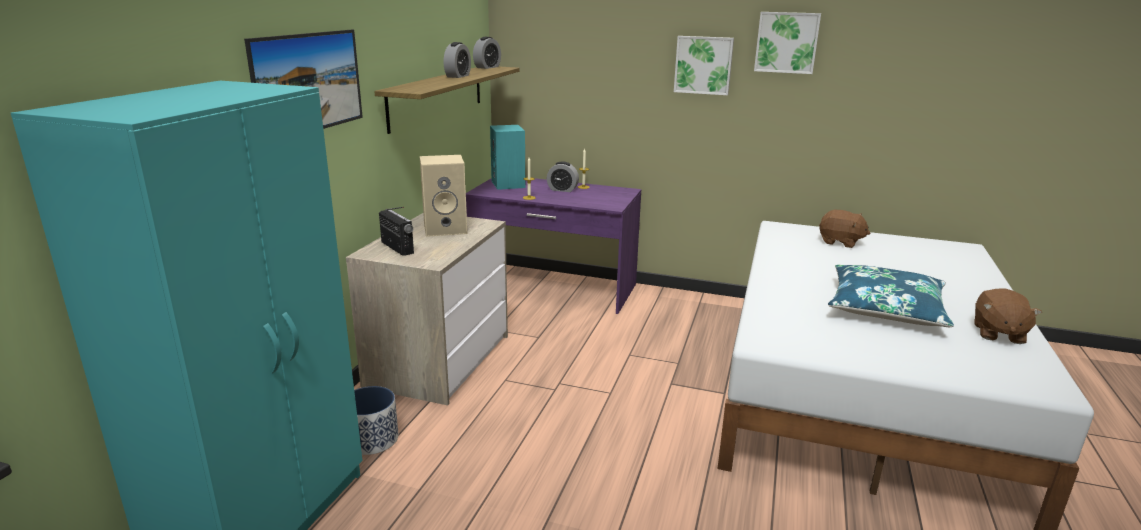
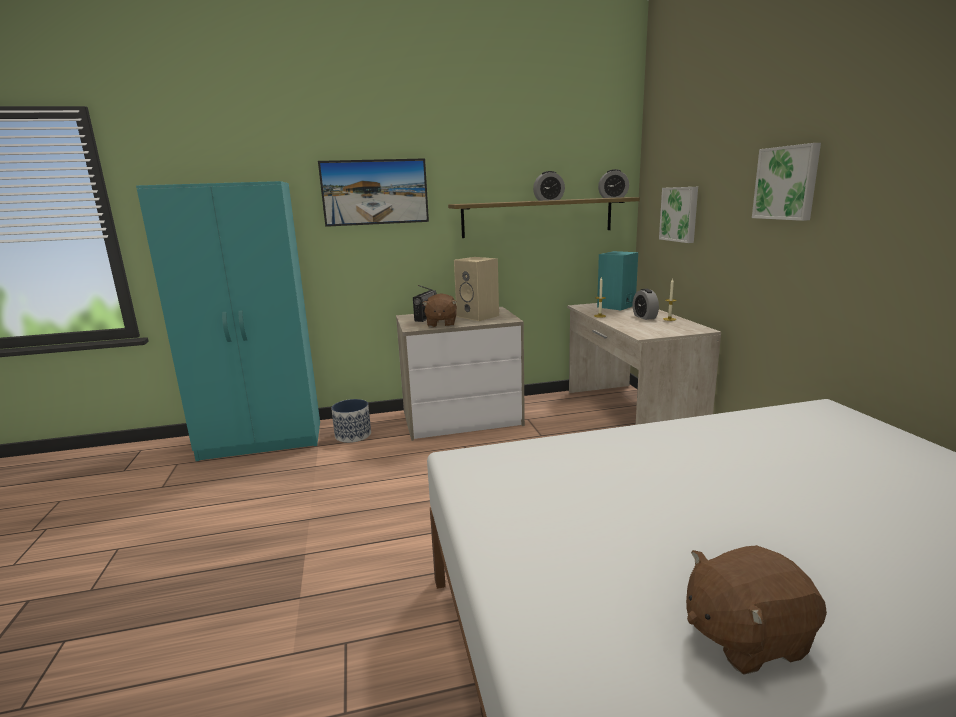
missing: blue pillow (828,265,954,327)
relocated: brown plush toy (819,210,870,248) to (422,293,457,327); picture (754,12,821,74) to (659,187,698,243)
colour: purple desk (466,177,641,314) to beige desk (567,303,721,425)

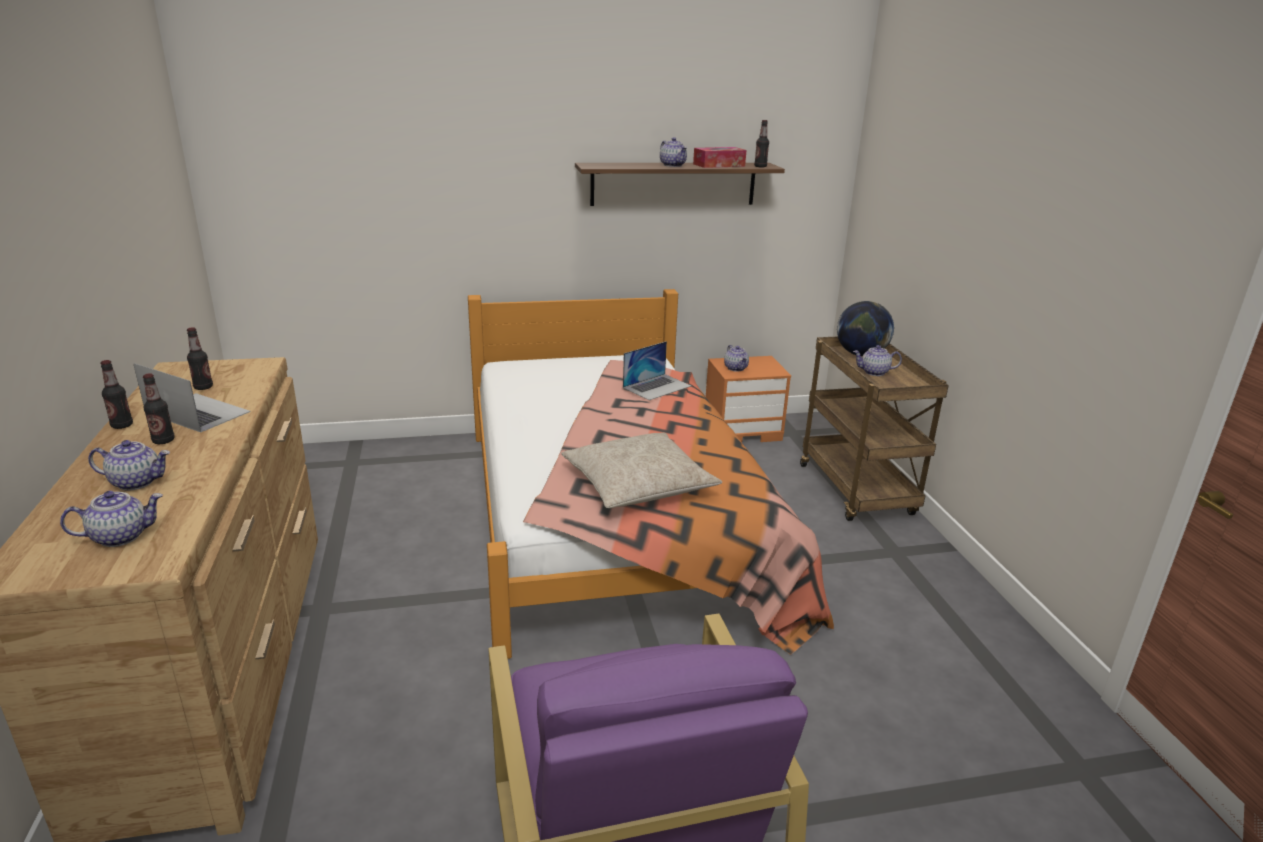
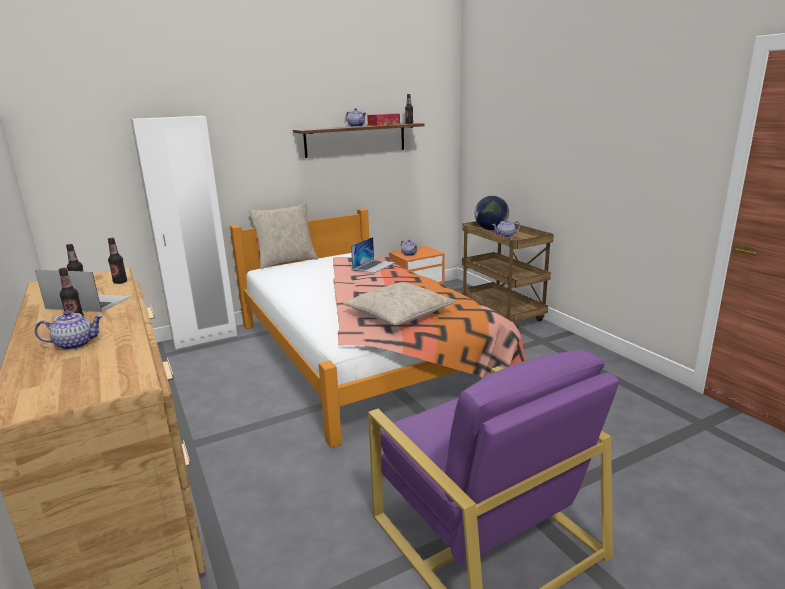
missing: teapot (60,491,163,547)
appeared: white wardrobe (131,116,237,349); beige pillow (249,203,318,269)
relocated: bottle (100,360,133,429) to (108,238,127,284)

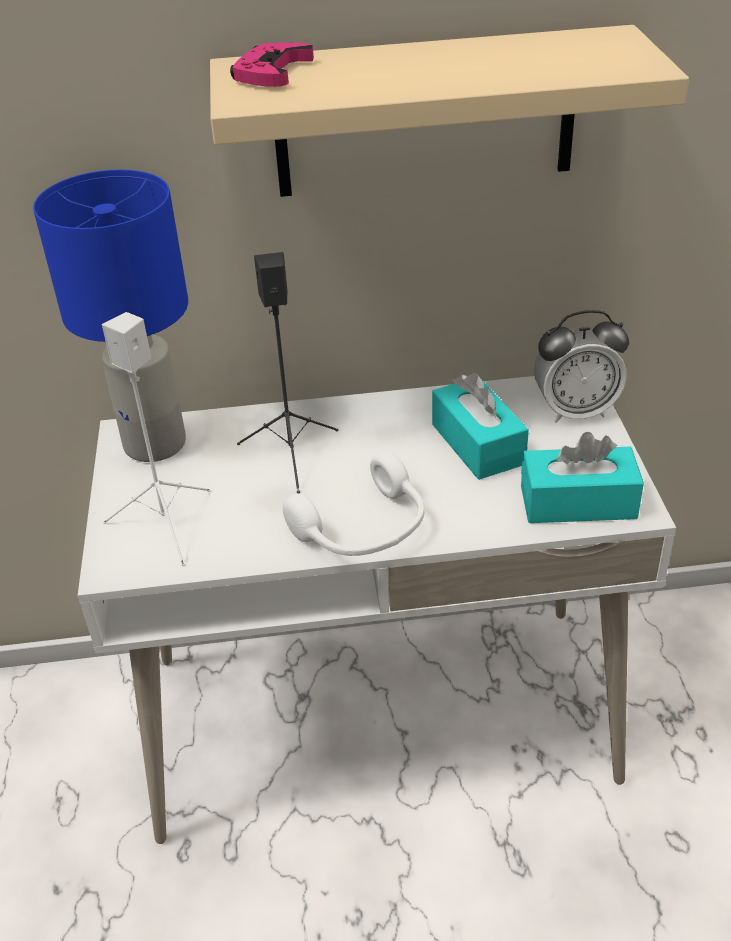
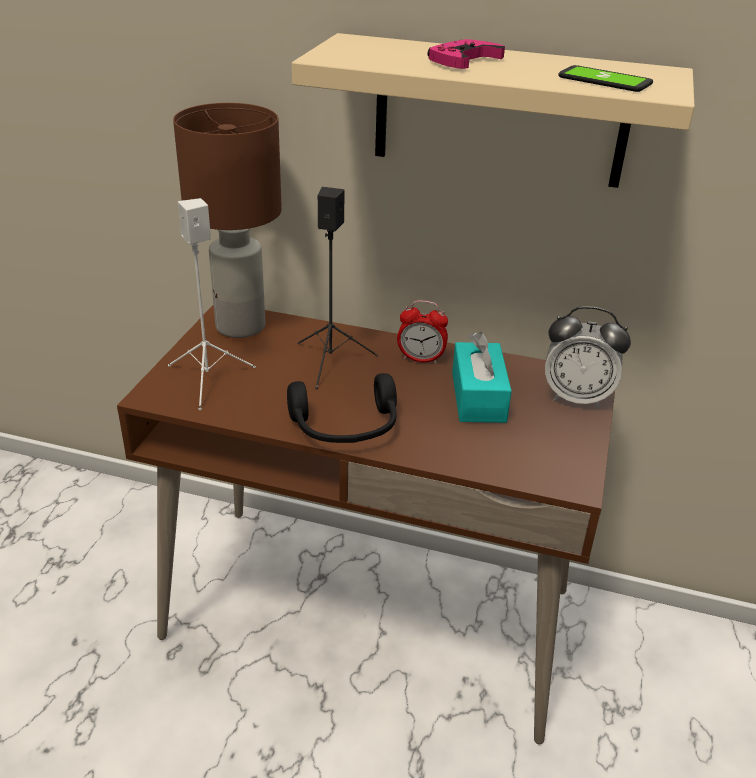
missing: turquoise tissue box (521,432,644,523)
appeared: alarm clock (397,300,448,364); phone (558,65,653,92)
relocated: pink game controller (230,42,314,87) to (427,39,505,69)
colour: white desk (78,376,676,844) to brown desk (117,305,615,745); blue table lamp (33,169,188,462) to brown table lamp (173,103,282,338); white headphones (283,452,425,556) to black headphones (287,373,397,443)

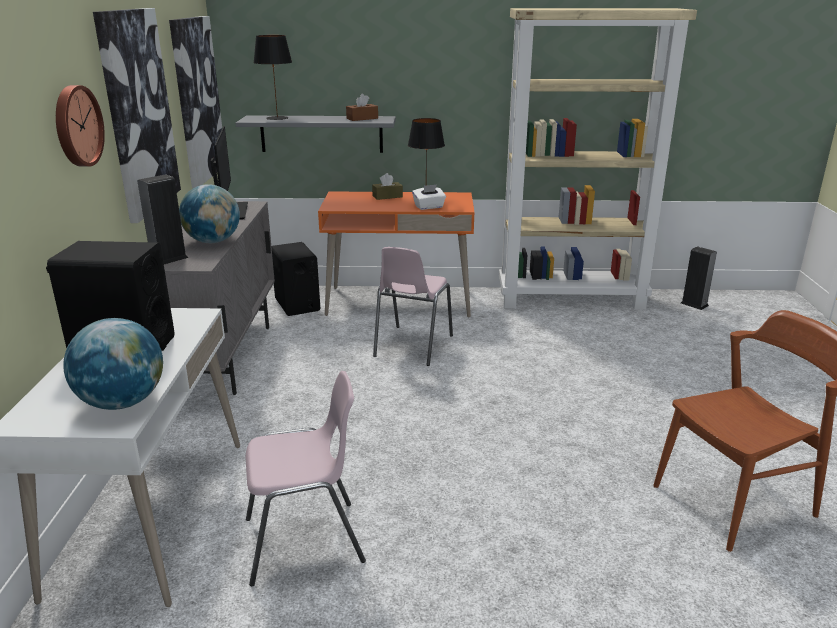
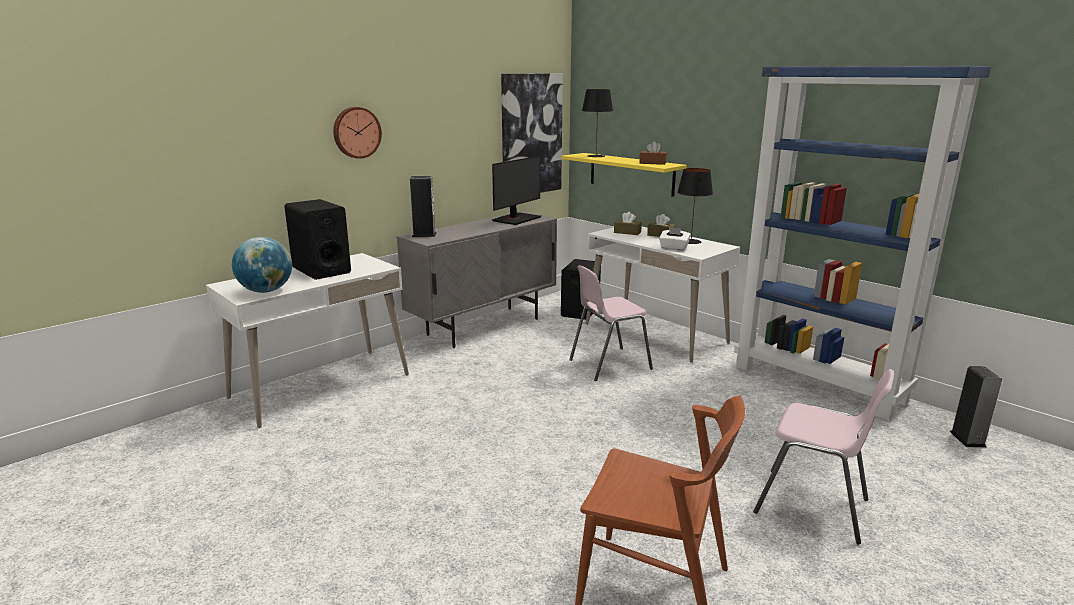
missing: picture (93,8,181,223); globe (179,184,240,243)
appeared: brown tissue box (614,212,642,235)
relocated: pink chair (246,371,366,586) to (753,369,894,545)
colour: grey shelf (236,116,396,153) to yellow shelf (561,153,687,197); orange desk (318,191,475,317) to white desk (585,227,740,363); beige bookcase (499,8,697,310) to blue bookcase (734,66,991,421)

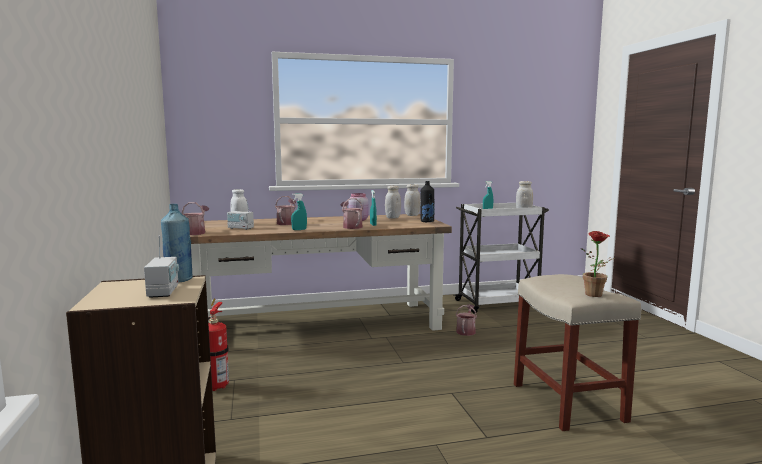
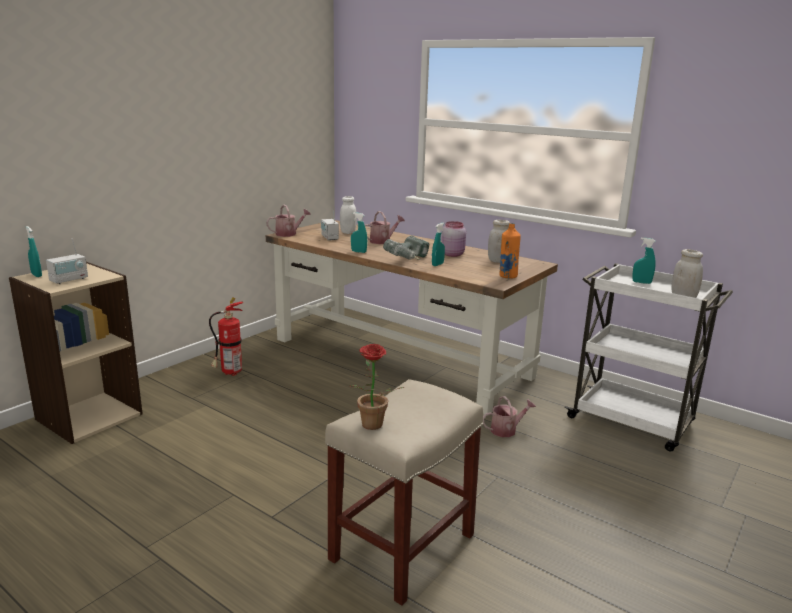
missing: blue bottle (161,204,193,282); white jar (404,184,421,216)
appeared: turquoise spray bottle (26,226,42,277)
exchanged: watering can (340,198,363,229) to power drill (383,236,432,260)
colour: black bottle (421,181,434,222) to orange bottle (499,223,521,279)

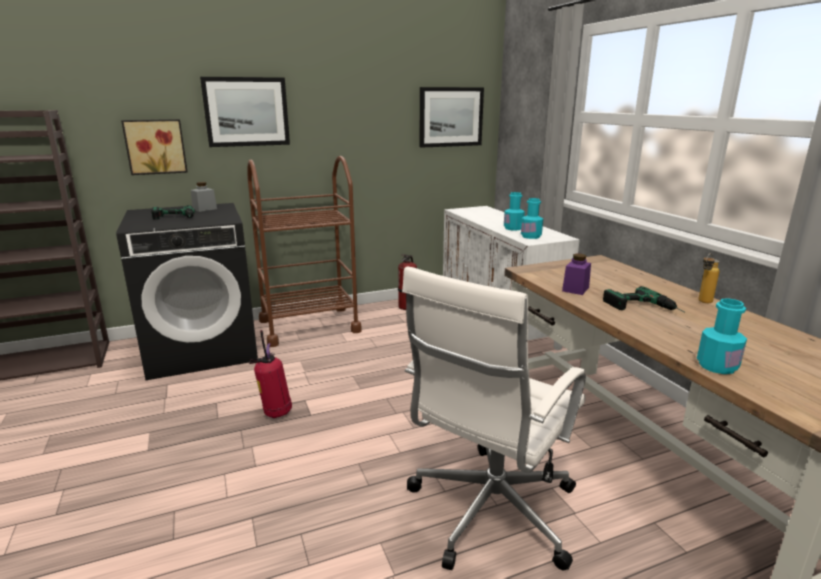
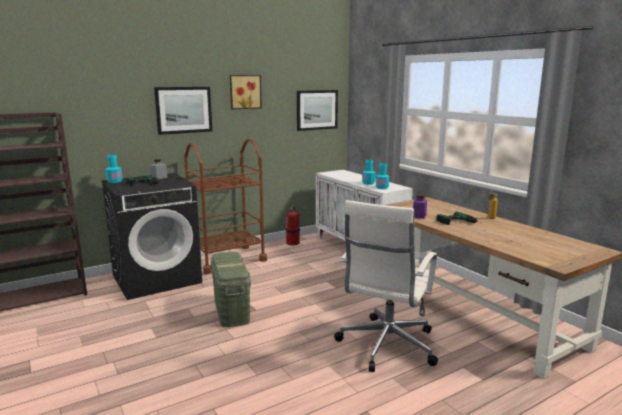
relocated: turquoise bottle (697,298,747,374) to (105,154,123,183); picture (121,119,188,175) to (230,75,262,109)
exchanged: fire extinguisher (249,330,292,418) to green storage box (211,251,251,327)

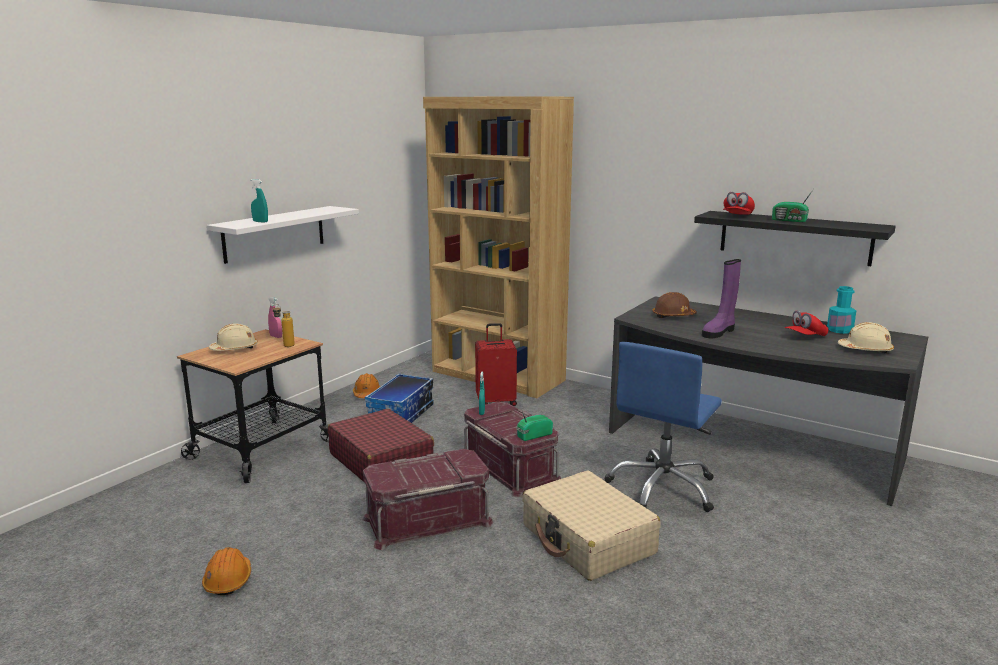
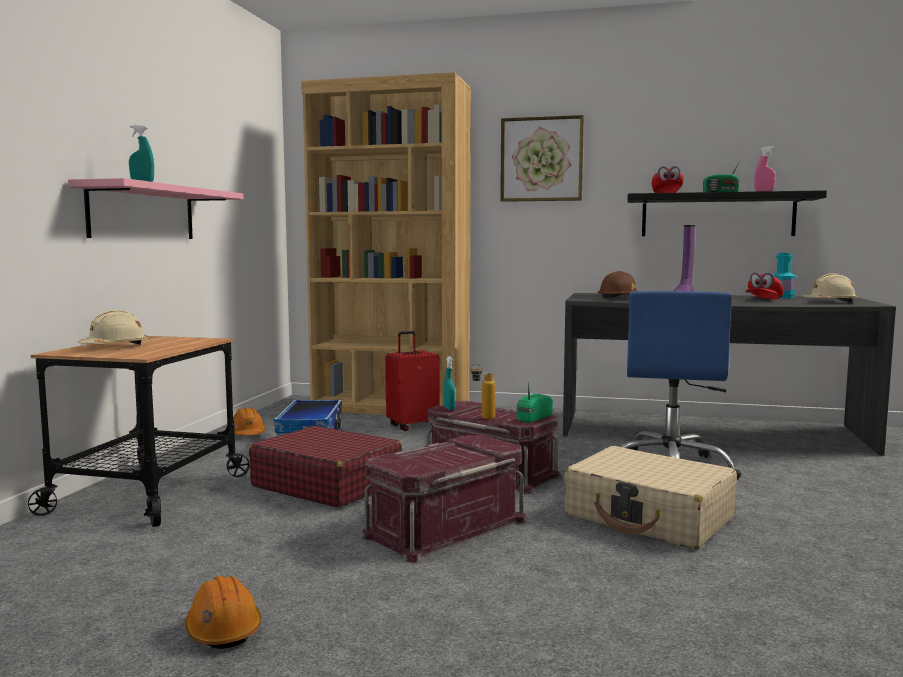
appeared: picture (500,115,584,202)
relocated: bottle (272,304,295,347) to (471,364,496,419); pink spray bottle (268,297,282,338) to (754,146,776,191)
colour: white shelf (206,206,359,264) to pink shelf (68,178,243,239)

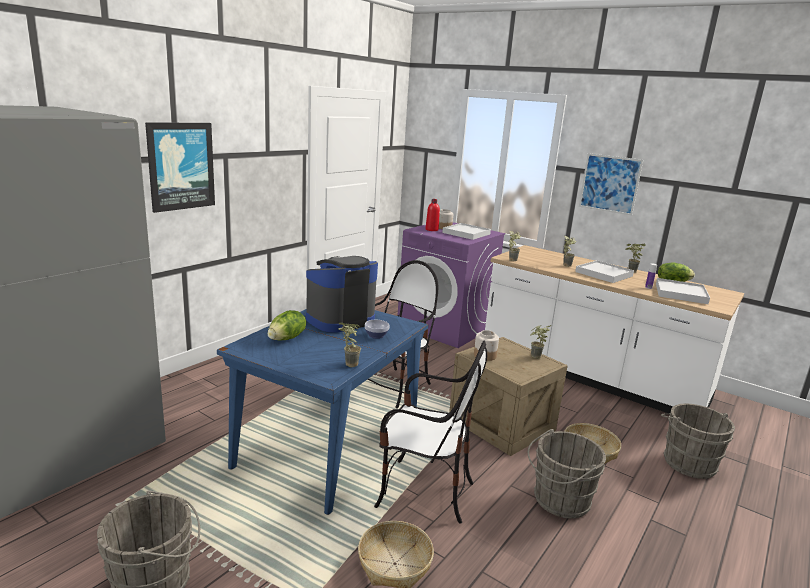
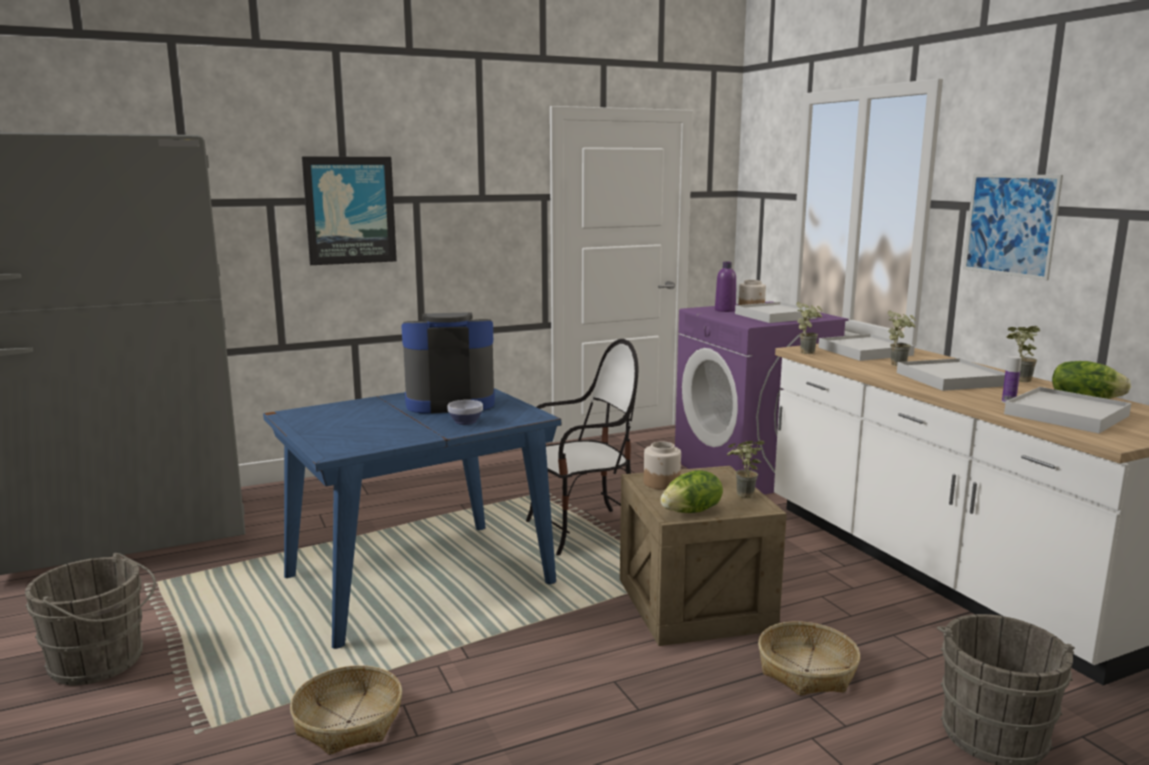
missing: potted plant (338,323,361,367); chair (374,341,487,524); grey bucket (528,429,606,518)
appeared: white tray (818,334,915,361)
relocated: lettuce (268,310,306,340) to (660,470,723,513)
colour: red bottle (425,199,440,231) to purple bottle (715,262,736,312)

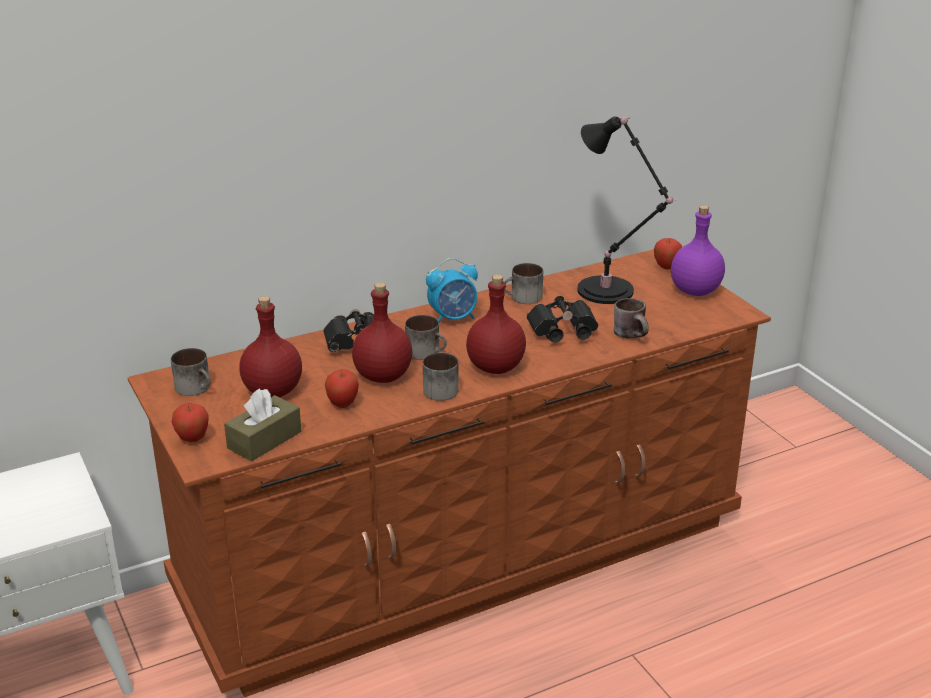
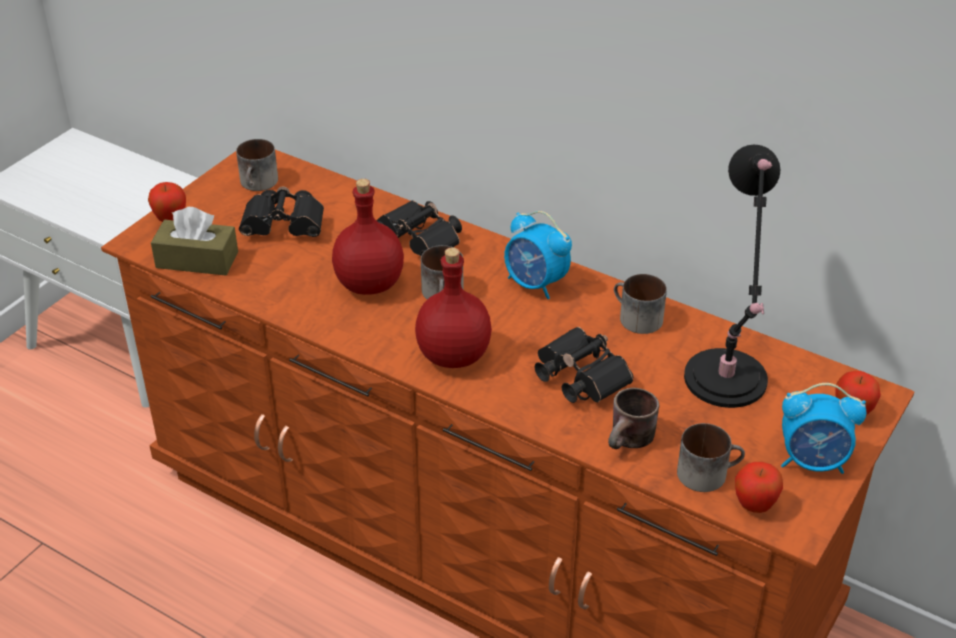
relocated: mug (423,353,459,401) to (677,423,745,492); apple (325,369,359,408) to (735,462,783,513)
exchanged: red bottle (240,296,302,397) to black binoculars (239,186,324,237); purple bottle (671,205,725,296) to alarm clock (781,383,866,474)

